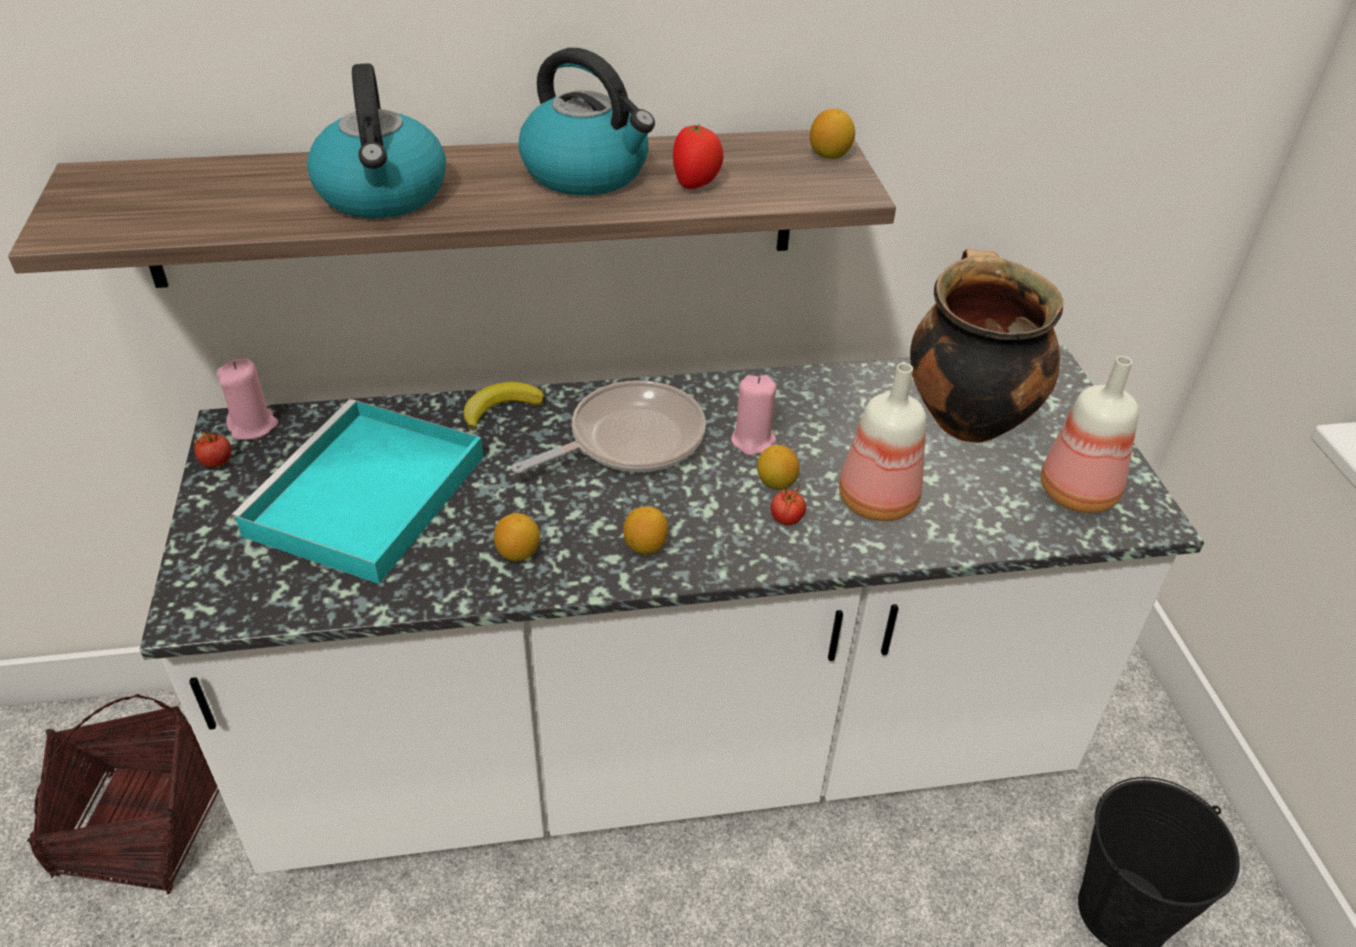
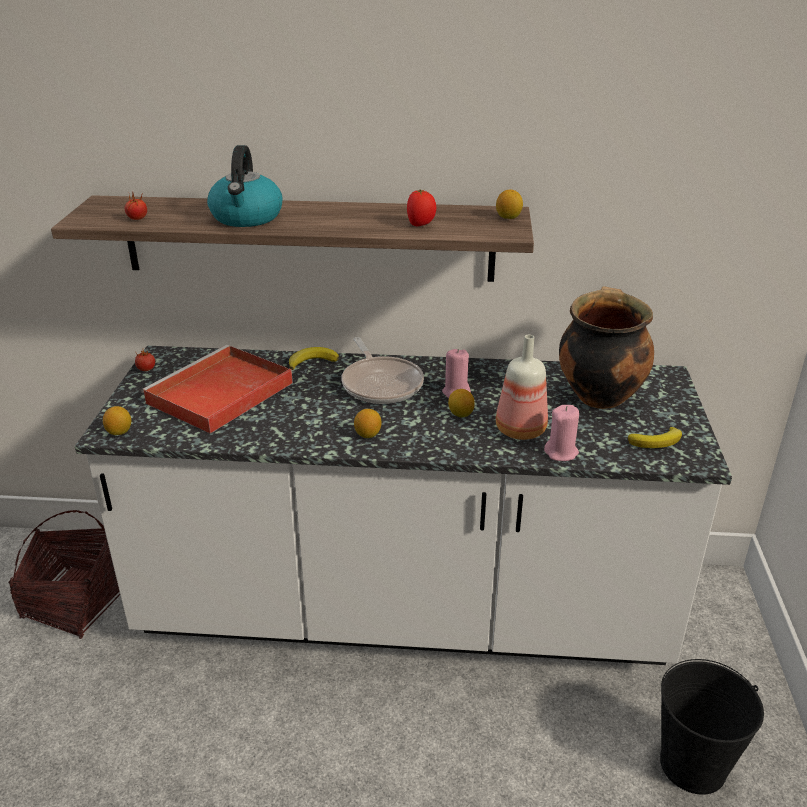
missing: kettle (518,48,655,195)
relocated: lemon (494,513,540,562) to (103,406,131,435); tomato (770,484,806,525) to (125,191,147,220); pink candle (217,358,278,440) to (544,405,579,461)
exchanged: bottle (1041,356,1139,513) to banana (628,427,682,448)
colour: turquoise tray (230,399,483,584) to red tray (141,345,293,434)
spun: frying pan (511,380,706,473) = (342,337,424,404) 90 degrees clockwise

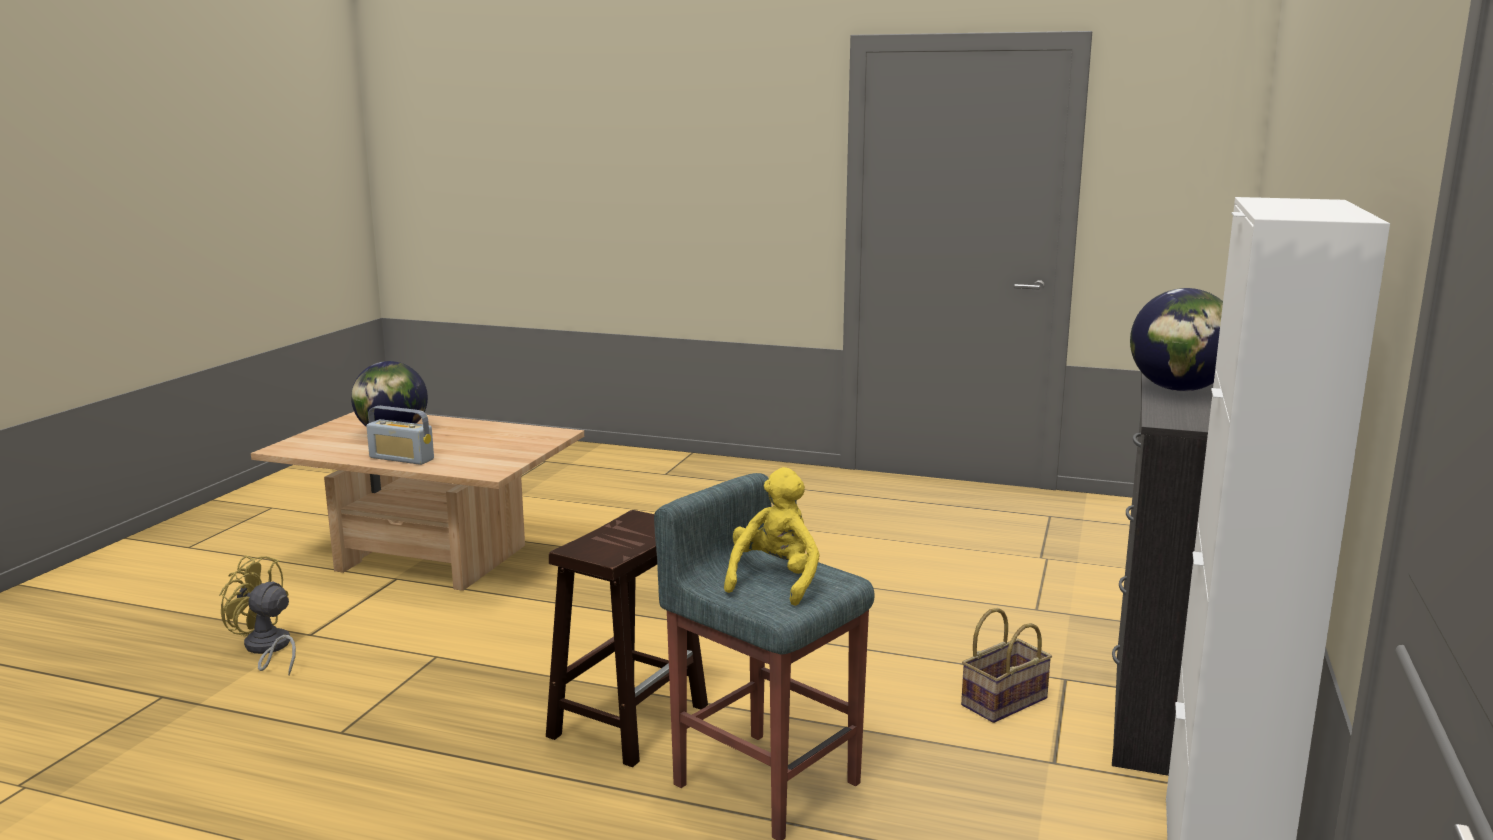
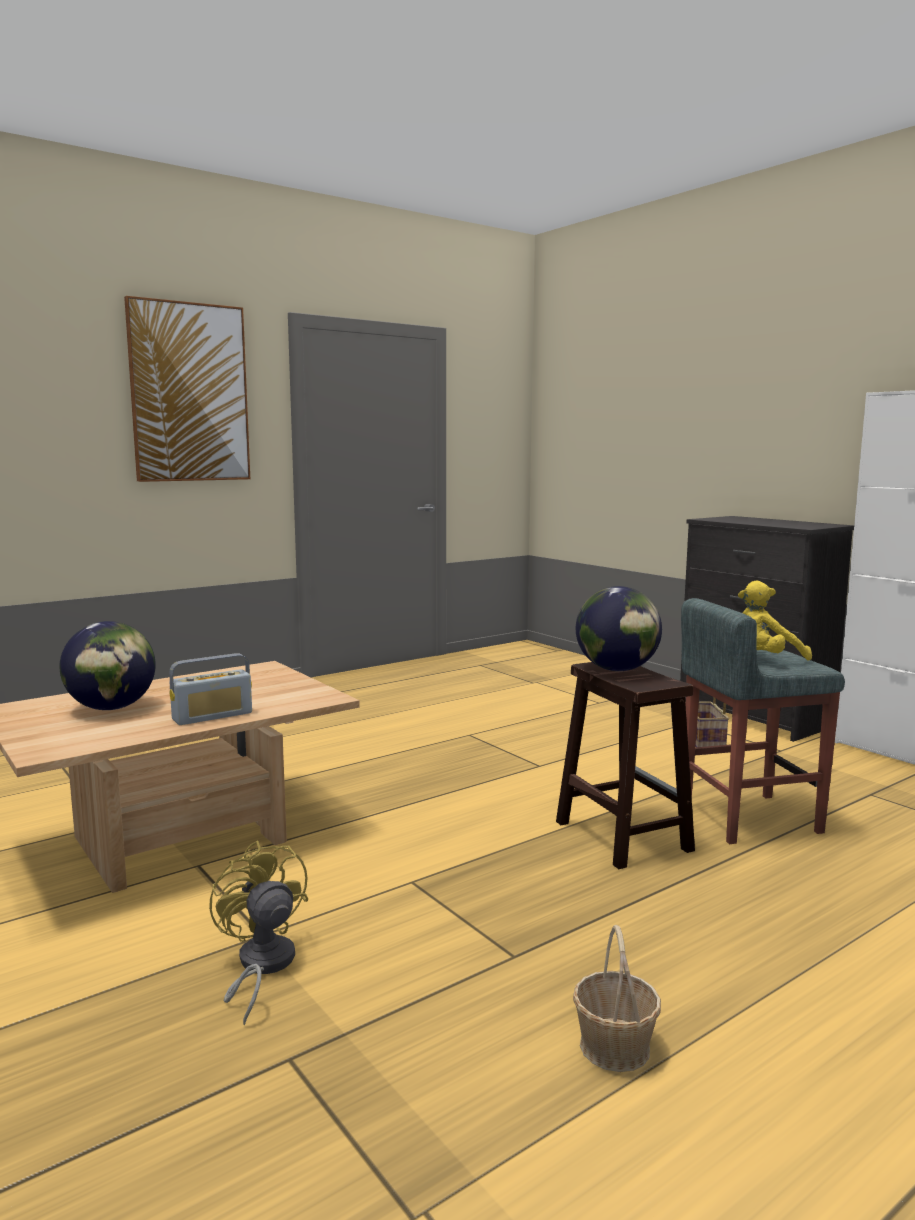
appeared: picture (124,296,250,482); basket (573,925,661,1072)
relocated: globe (1130,288,1223,391) to (576,586,662,671)
spun: yellow fan (219,555,296,675) = (209,840,308,1025) 90 degrees clockwise; yellow plush toy (724,467,820,606) = (738,581,812,661) 75 degrees counterclockwise

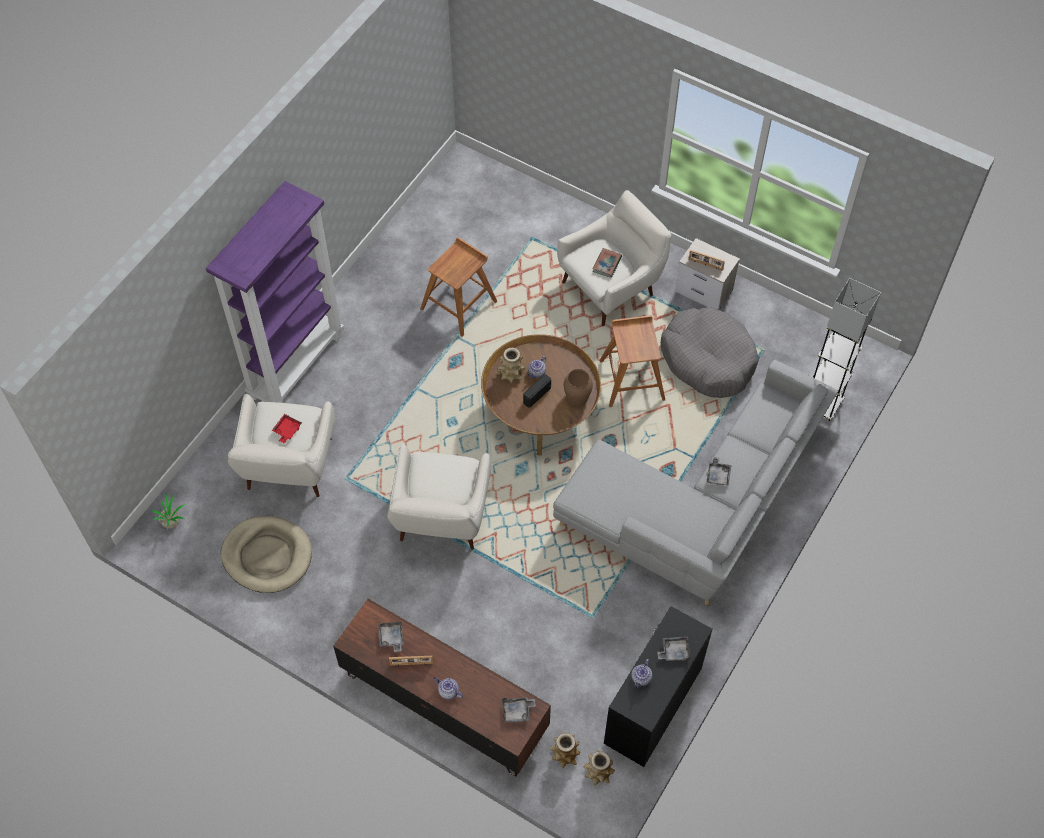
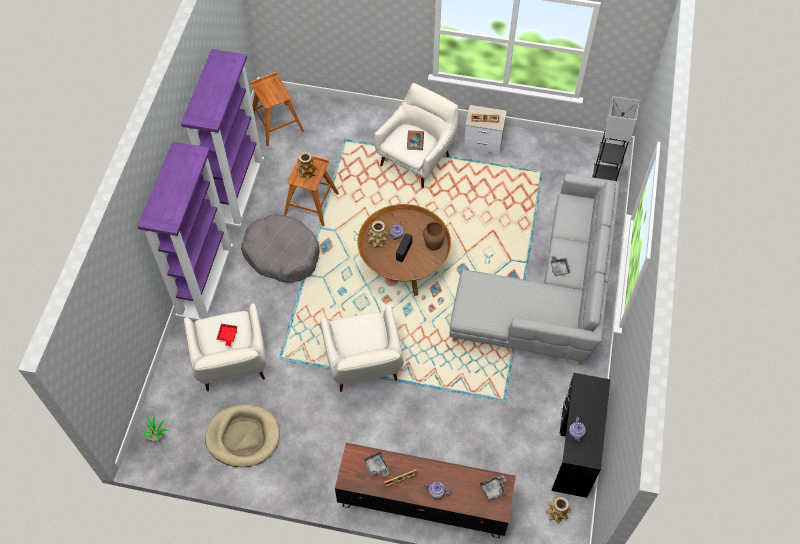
missing: grey tray (657,636,691,661)
appeared: purple bookcase (181,49,264,232)
relocated: grey dog bed (661,307,758,398) to (241,214,319,283); brown stool (600,315,665,407) to (250,72,304,146); vase (550,732,581,768) to (296,152,317,180)

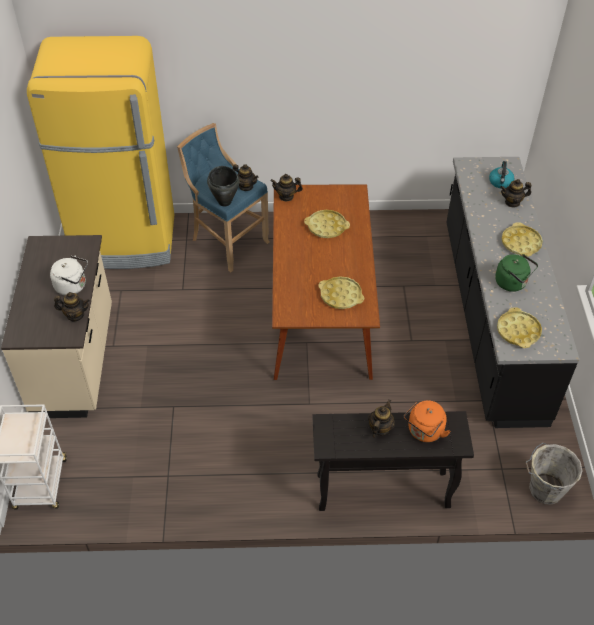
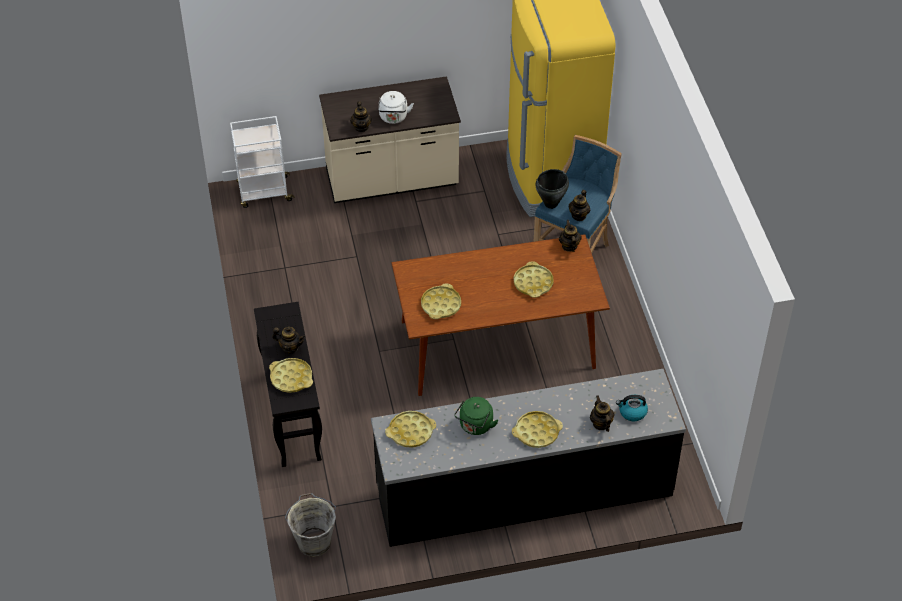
exchanged: orange kettle (404,400,451,442) to yellow tray (269,358,313,393)

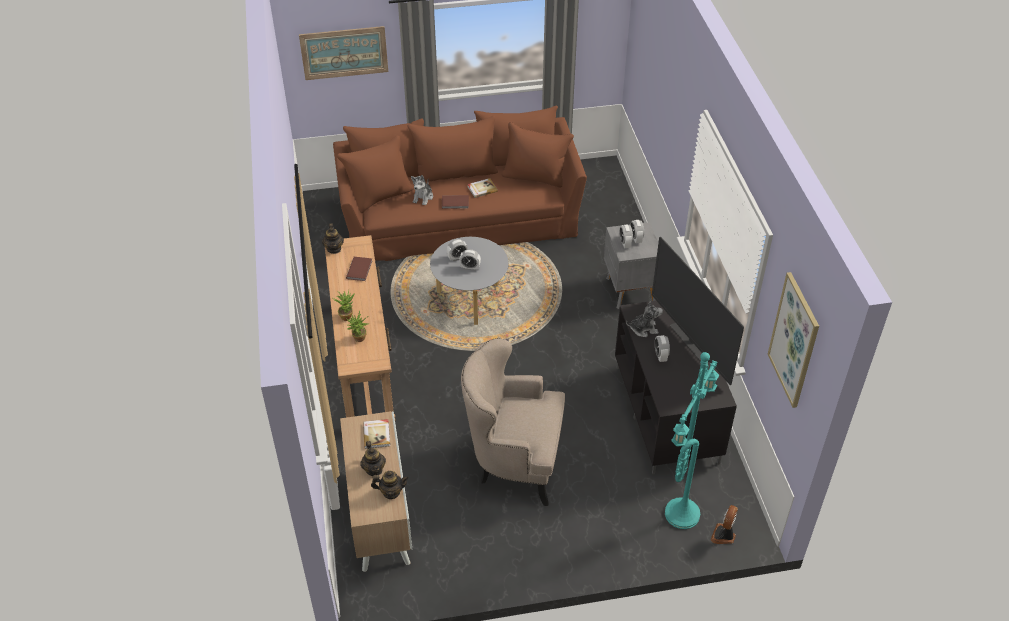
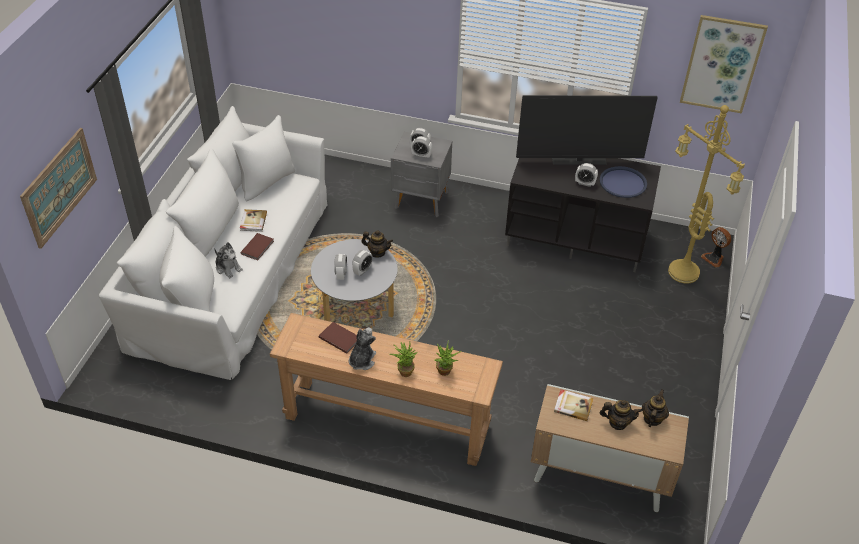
missing: beige armchair (461,338,565,506)
appeared: blue tray (600,166,647,198)
relocated: plush toy (626,301,663,337) to (349,327,376,370); teapot (322,223,344,254) to (361,230,393,258)
colour: brown sofa (333,105,587,261) to white sofa (99,106,328,380); turquoise floor lamp (665,352,719,529) to yellow floor lamp (668,105,745,283)

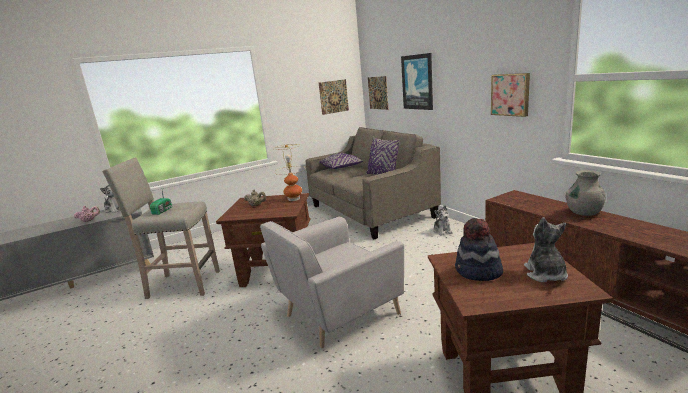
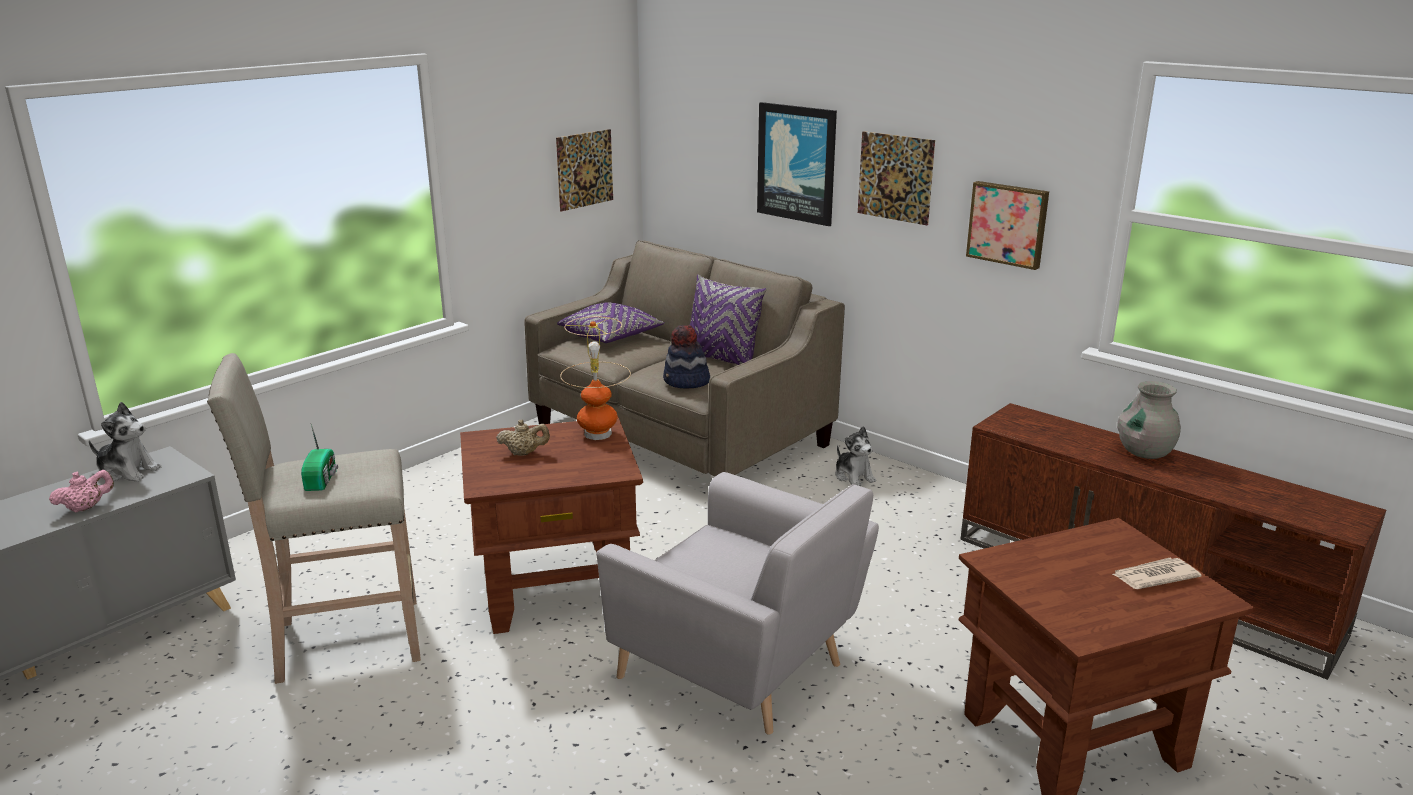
relocated: hat (455,218,503,281) to (663,325,710,388); picture (368,76,389,110) to (858,131,935,225)
exchanged: plush toy (524,217,568,282) to newspaper (1112,558,1202,589)
spun: grey armchair (260,217,404,348) = (596,472,879,735) 90 degrees counterclockwise

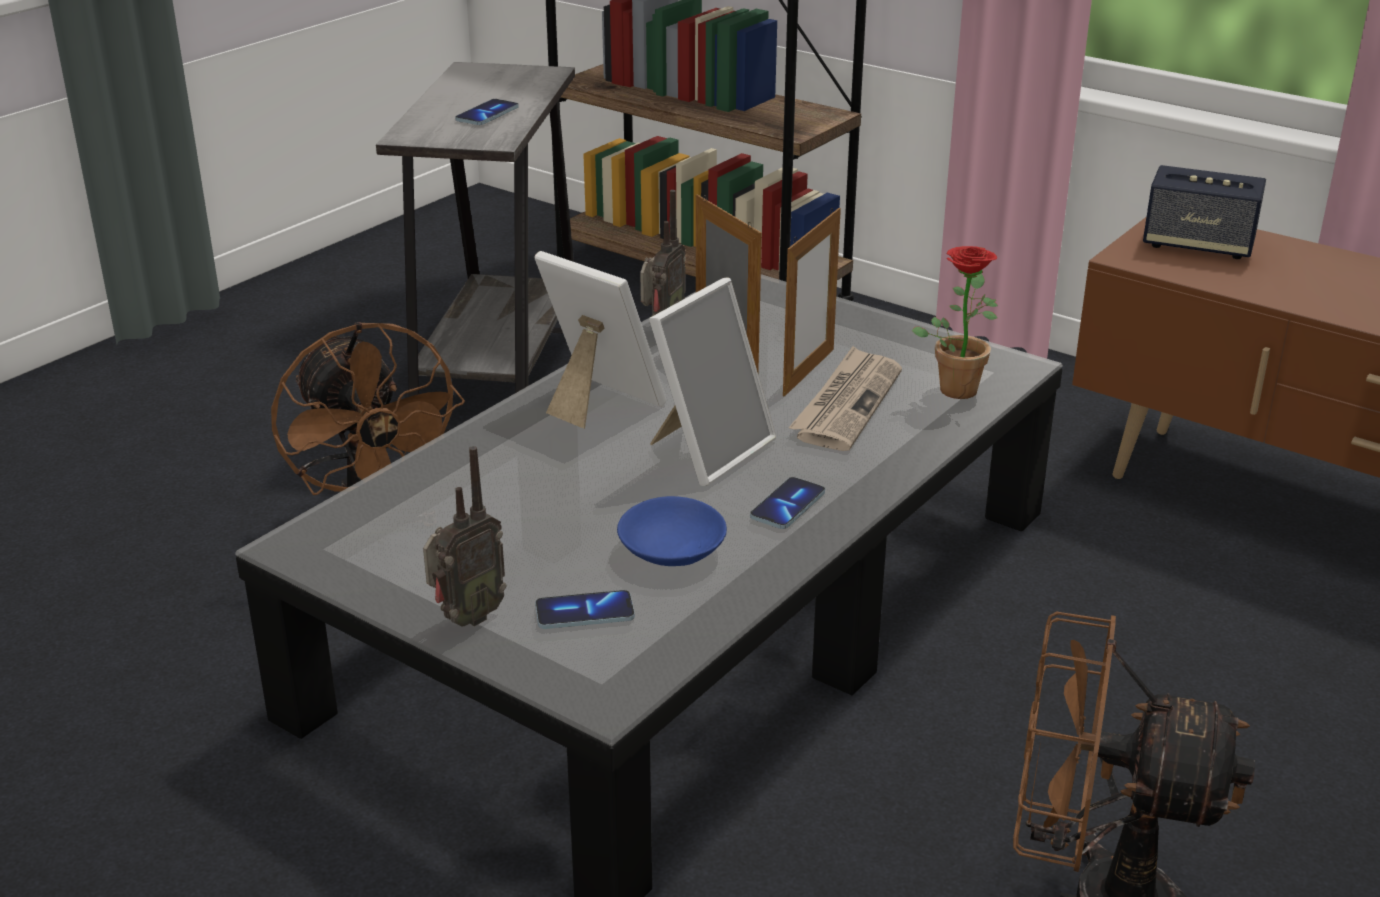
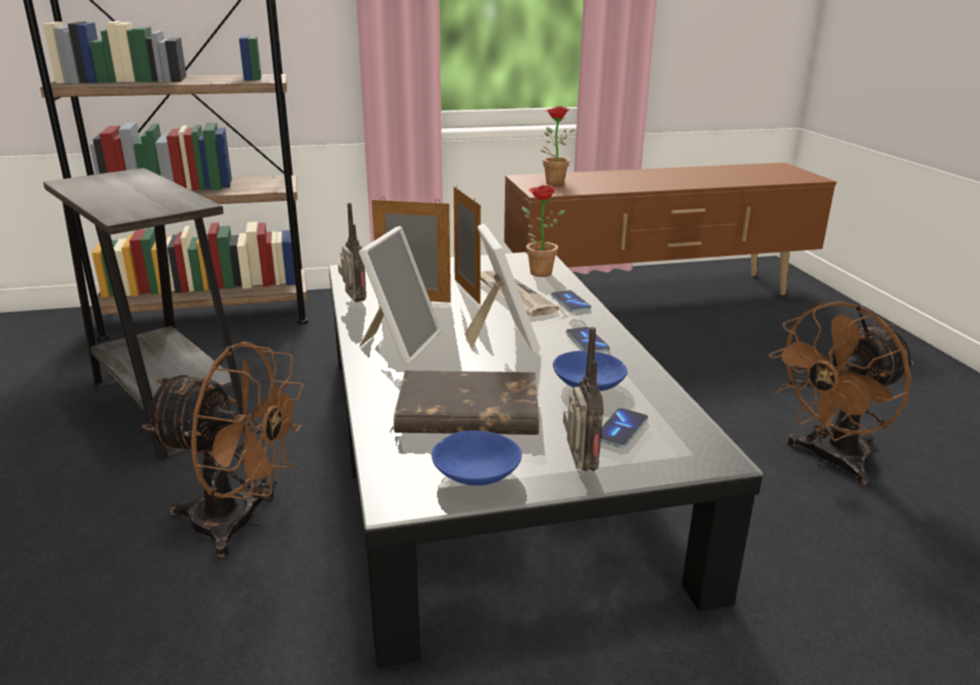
appeared: brown book (394,371,539,435); blue bowl (432,430,522,486)
relocated: phone (455,99,519,125) to (551,290,591,312)
exchanged: speaker (1143,165,1266,259) to potted plant (540,107,575,186)
spun: picture frame (534,251,667,429) = (358,226,441,365) 120 degrees clockwise

